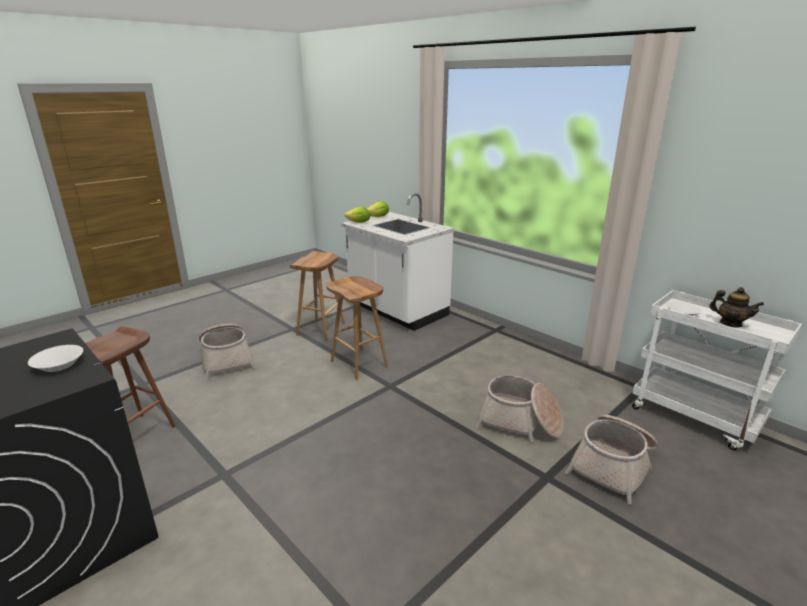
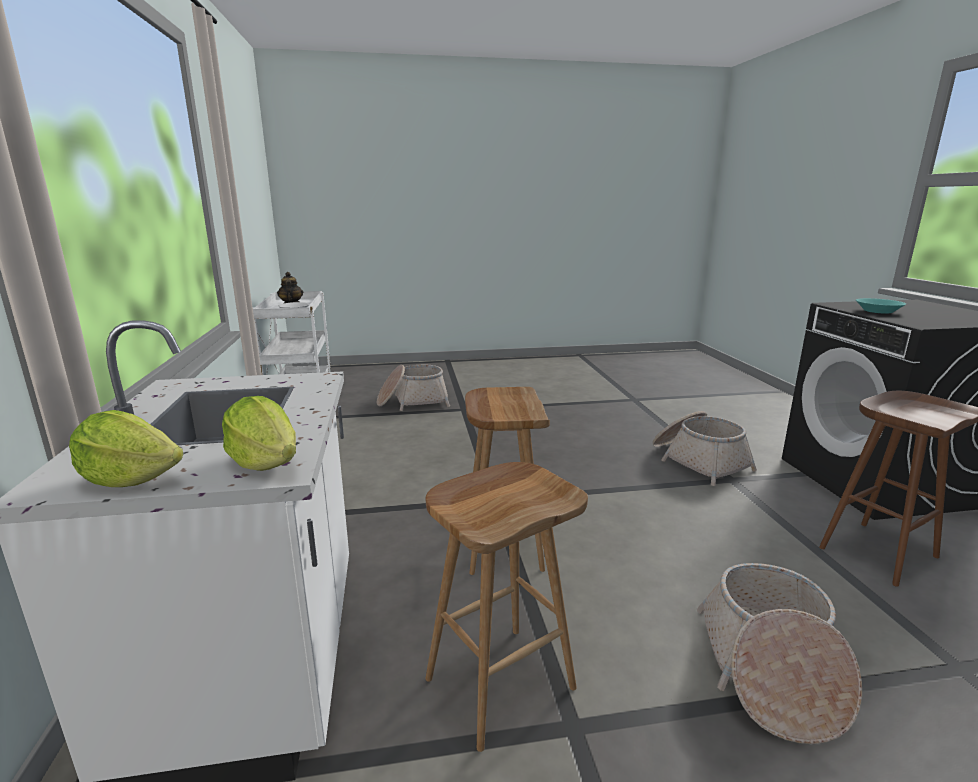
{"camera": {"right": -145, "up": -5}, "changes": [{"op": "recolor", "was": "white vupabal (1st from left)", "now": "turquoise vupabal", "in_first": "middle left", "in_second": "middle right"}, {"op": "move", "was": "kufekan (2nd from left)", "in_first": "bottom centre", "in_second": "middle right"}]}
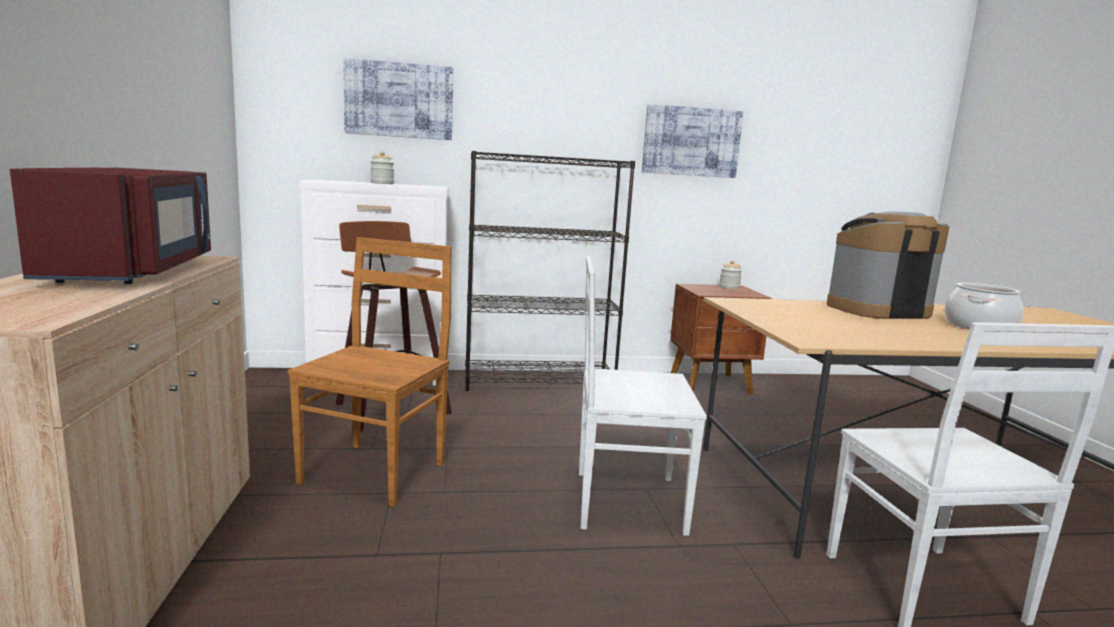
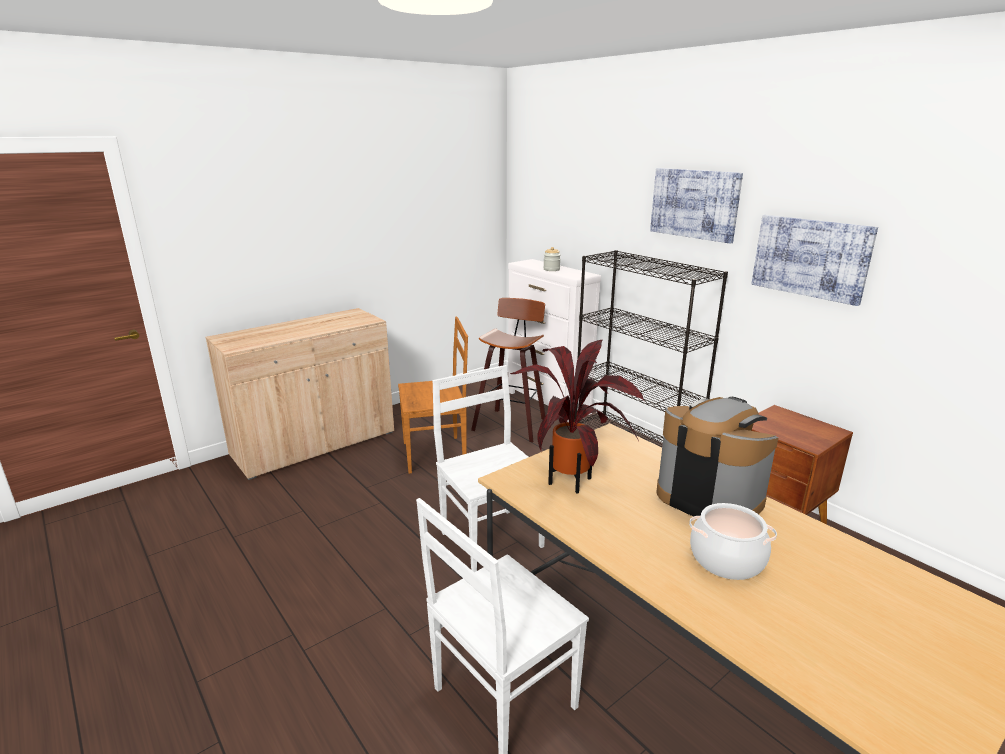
{"camera": {"right": 60, "up": 10}, "changes": [{"op": "delete", "was": "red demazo", "in_first": "middle left"}, {"op": "move", "was": "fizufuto (1st from left)", "in_first": "top centre", "in_second": "top right"}, {"op": "delete", "was": "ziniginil (2nd from left)", "in_first": "centre"}, {"op": "insert", "now": "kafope", "in_second": "centre"}]}
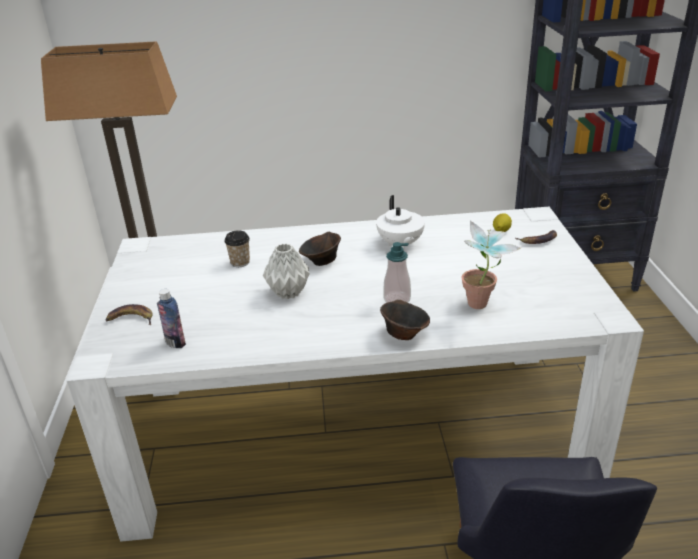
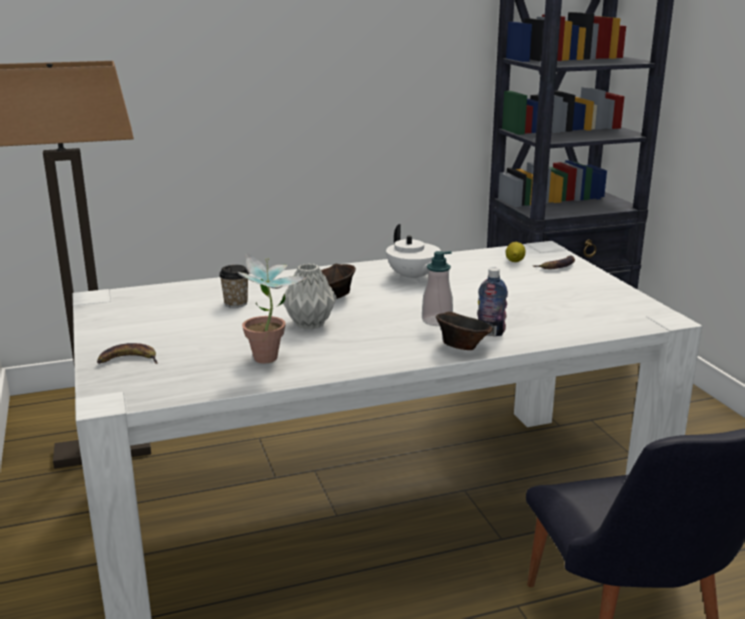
{"camera": {"right": -15, "up": -10}, "changes": [{"op": "move", "was": "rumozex", "in_first": "middle left", "in_second": "centre"}, {"op": "move", "was": "kafope", "in_first": "middle right", "in_second": "centre"}]}
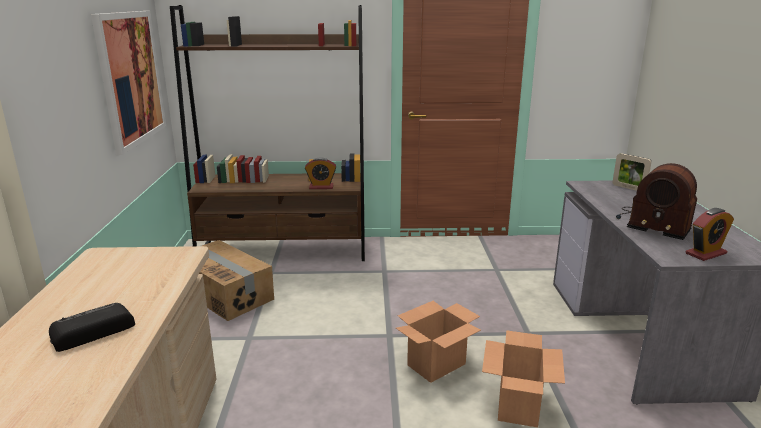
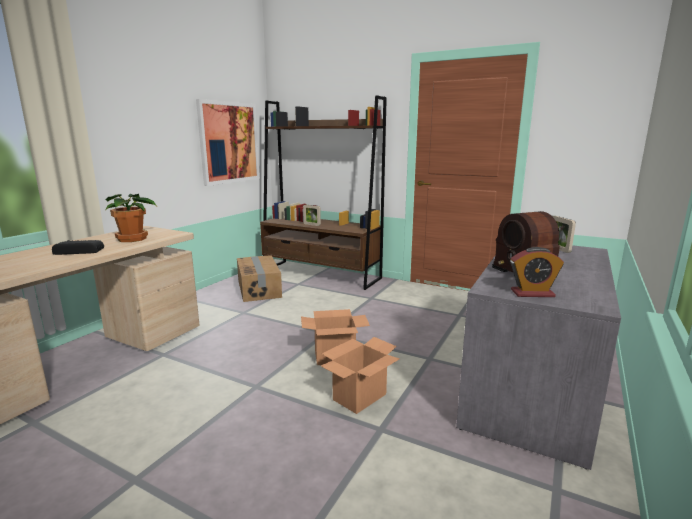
{"camera": {"right": 30, "up": -5}, "changes": [{"op": "delete", "was": "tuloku (1st from left)", "in_first": "centre"}, {"op": "insert", "now": "kafope", "in_second": "middle left"}, {"op": "insert", "now": "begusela (1st from left)", "in_second": "centre"}]}
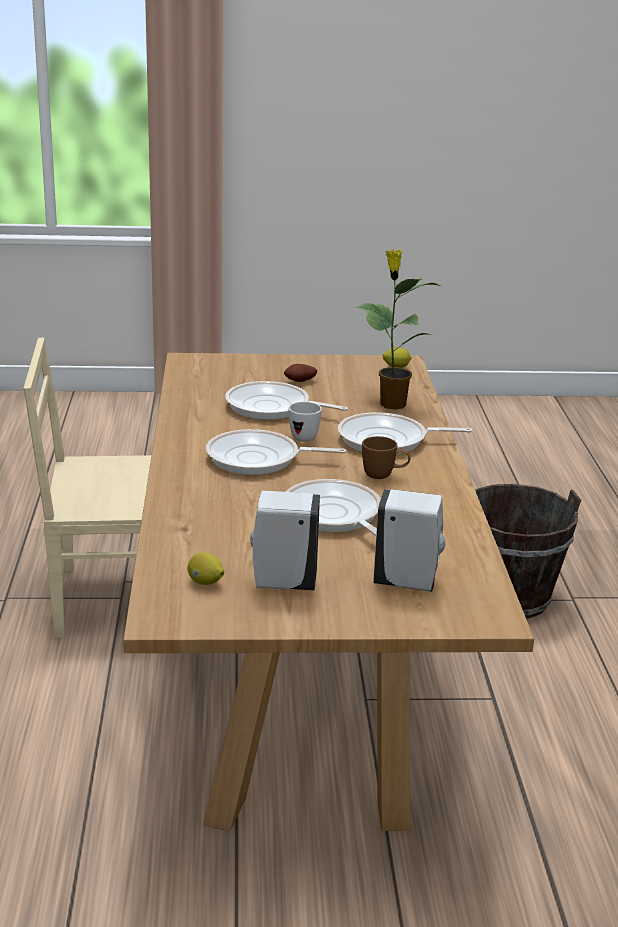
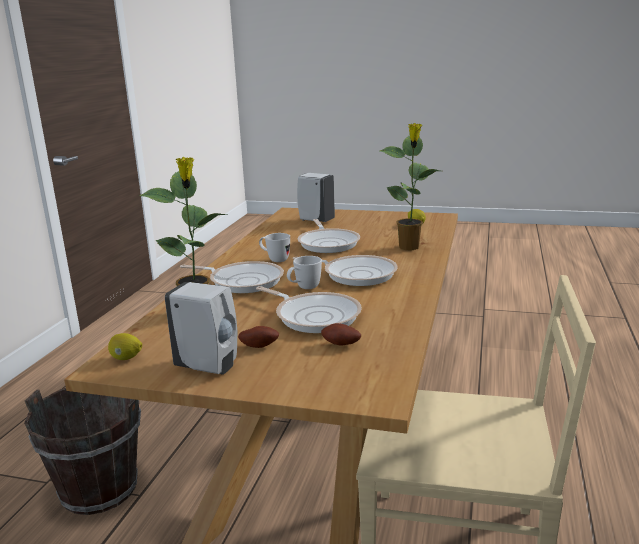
{"camera": {"right": -160, "up": -5}, "changes": [{"op": "move", "was": "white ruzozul (1st from left)", "in_first": "centre", "in_second": "middle left"}, {"op": "recolor", "was": "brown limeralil", "now": "white limeralil (1st from left)", "in_first": "centre", "in_second": "centre"}, {"op": "insert", "now": "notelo (2nd from left)", "in_second": "centre"}, {"op": "insert", "now": "kafope (2nd from left)", "in_second": "centre"}]}
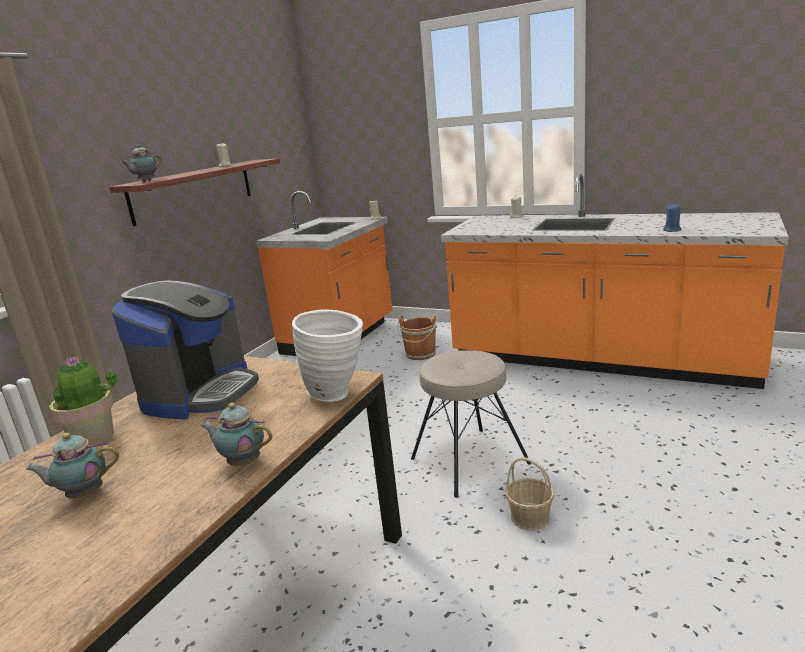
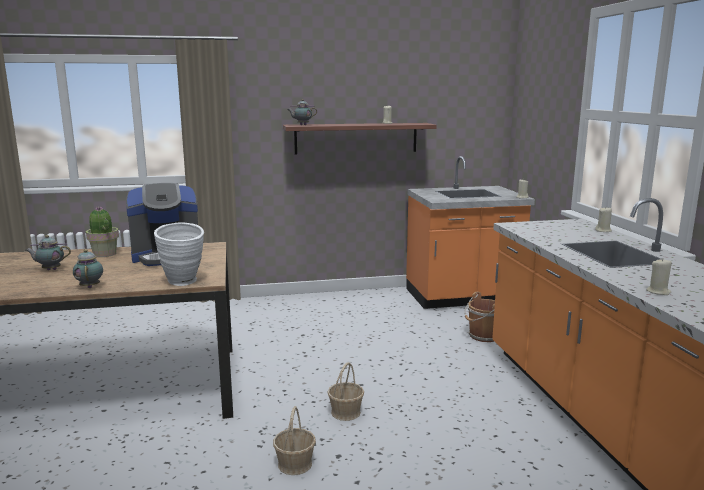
{"camera": {"right": 50, "up": -5}, "changes": [{"op": "rotate", "was": "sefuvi (1st from left)", "in_first": "bottom left", "in_second": "middle left", "clockwise": -45}, {"op": "replace", "was": "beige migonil", "now": "kufekan (2nd from left)", "in_first": "centre", "in_second": "bottom centre"}, {"op": "recolor", "was": "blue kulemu", "now": "beige kulemu (4th from left)", "in_first": "middle right", "in_second": "middle right"}]}
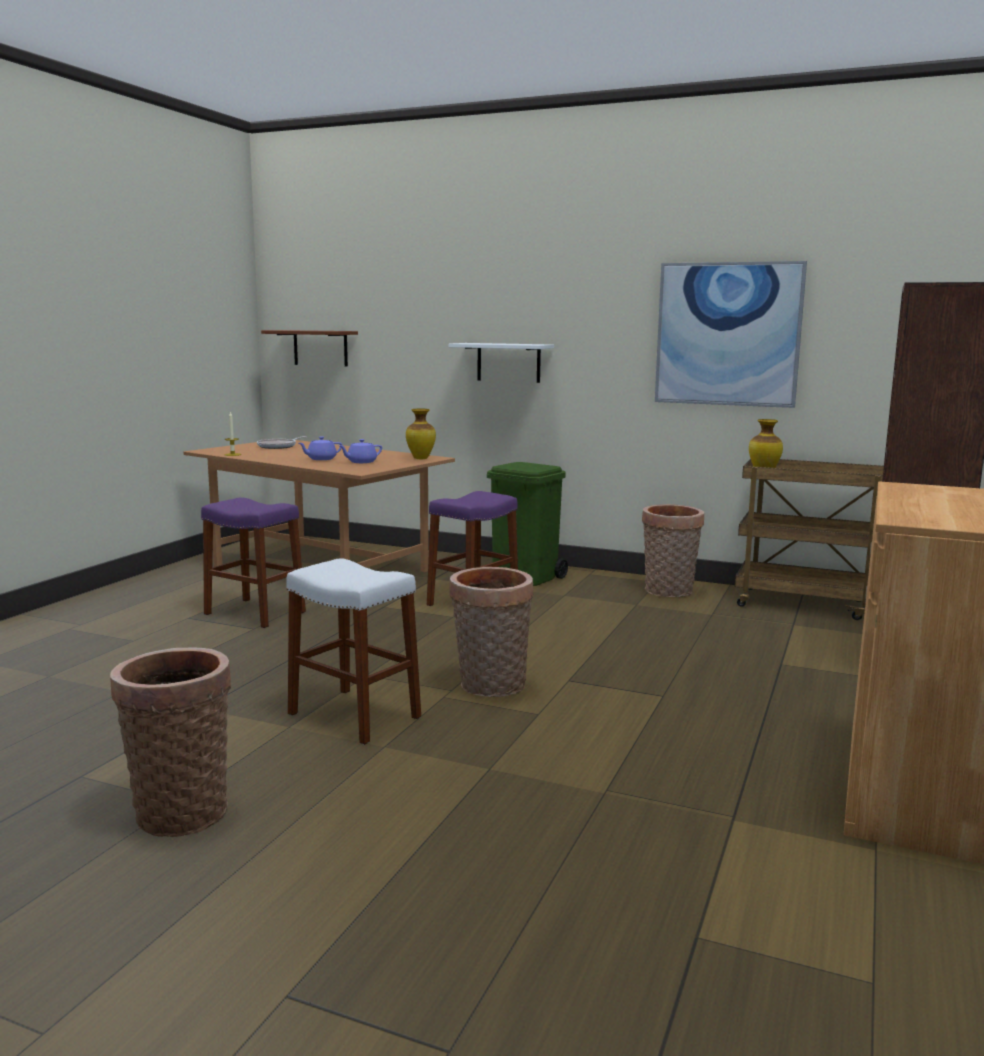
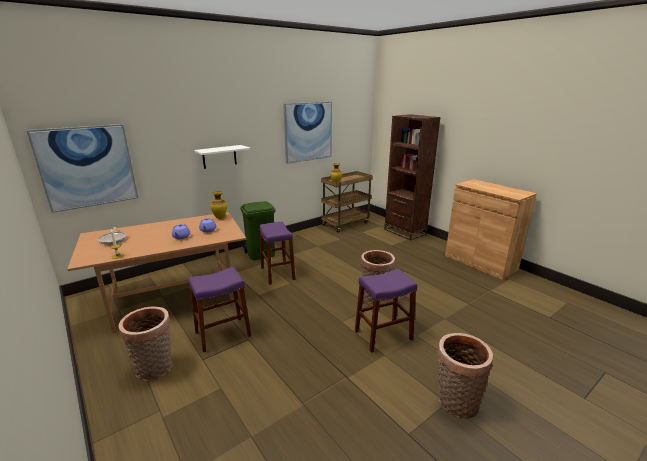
{"camera": {"right": -60, "up": 10}, "changes": [{"op": "replace", "was": "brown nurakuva", "now": "fizufuto (1st from left)", "in_first": "top left", "in_second": "middle left"}, {"op": "recolor", "was": "white migonil", "now": "purple migonil (3rd from left)", "in_first": "centre", "in_second": "bottom centre"}, {"op": "move", "was": "kufekan (3rd from left in the first image)", "now": "kufekan (1st from left)", "in_first": "middle right", "in_second": "bottom left"}]}
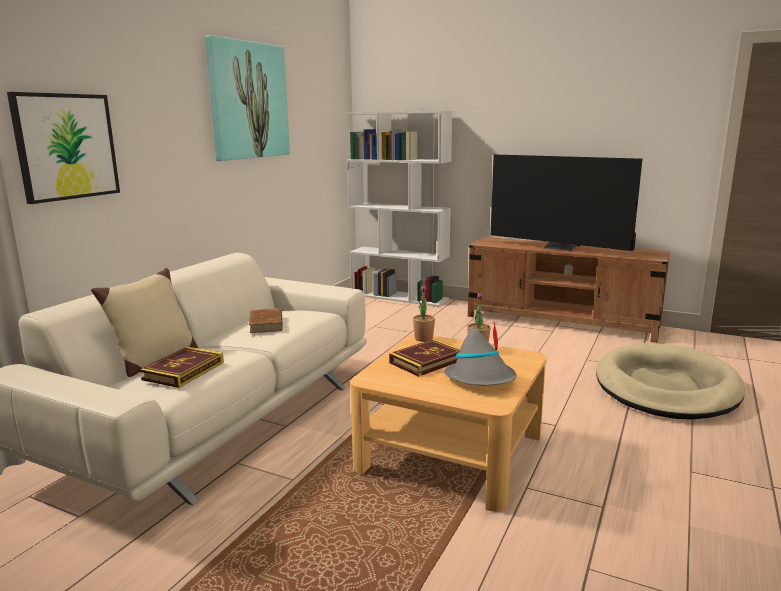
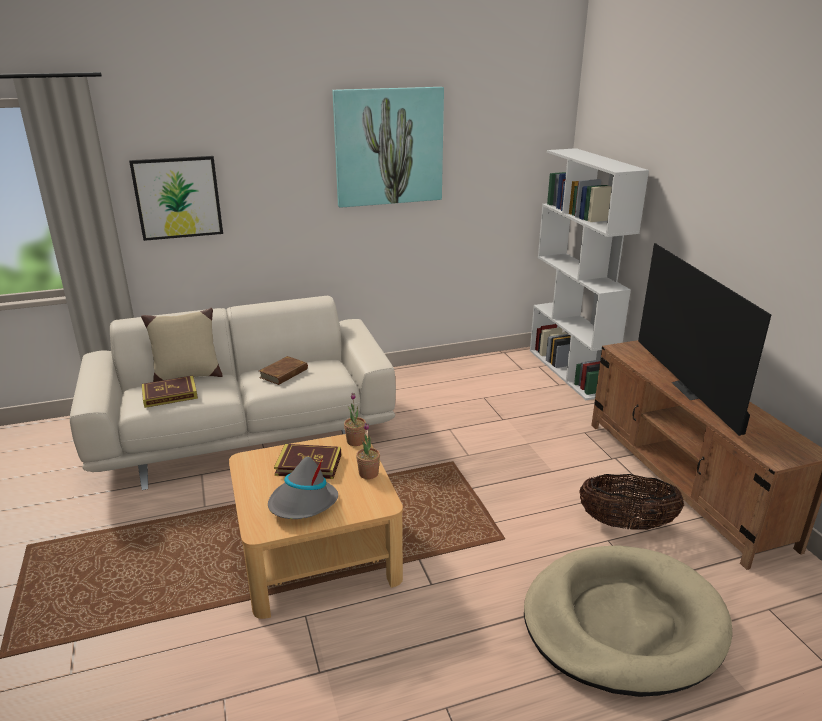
{"camera": {"right": 45, "up": 10}, "changes": [{"op": "insert", "now": "kufekan", "in_second": "bottom right"}]}
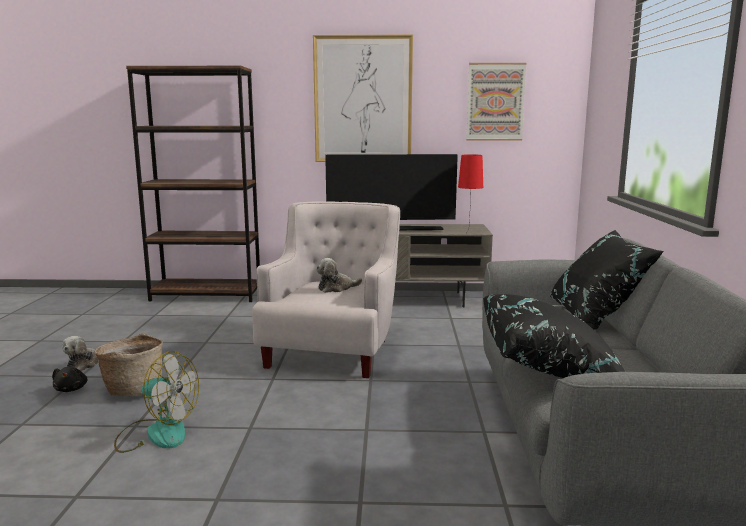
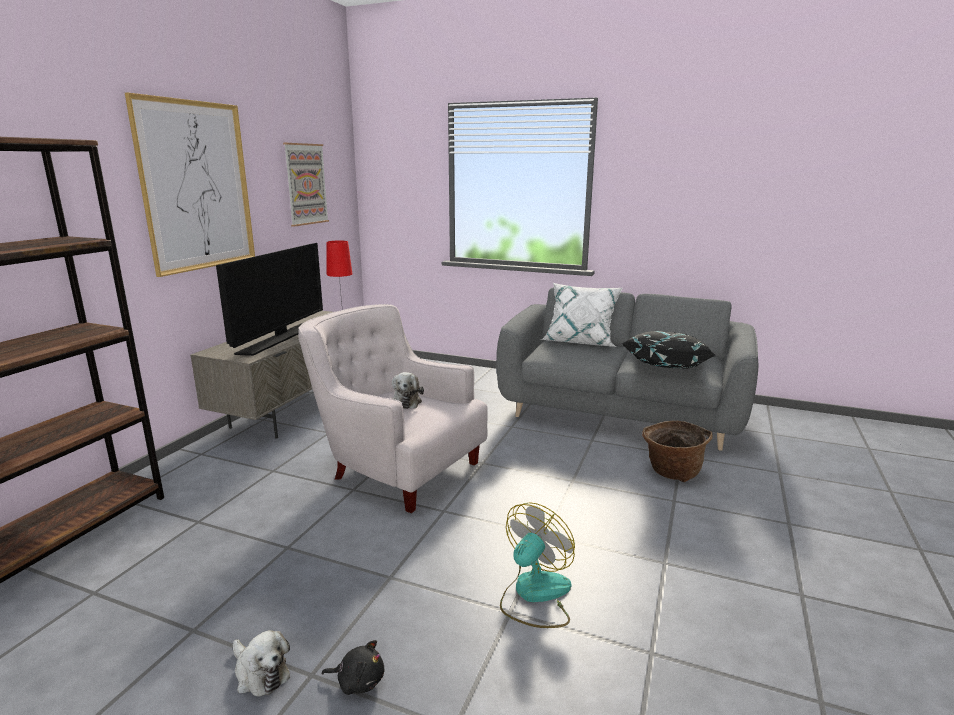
{"camera": {"right": -70, "up": 5}, "changes": [{"op": "move", "was": "kufekan", "in_first": "bottom left", "in_second": "middle right"}, {"op": "recolor", "was": "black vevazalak (2nd from left)", "now": "white vevazalak", "in_first": "middle right", "in_second": "centre"}]}
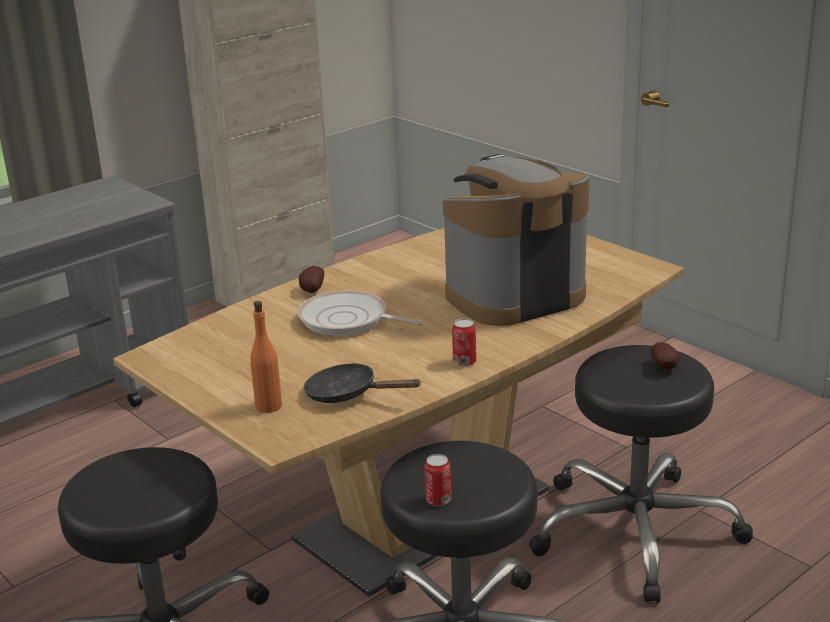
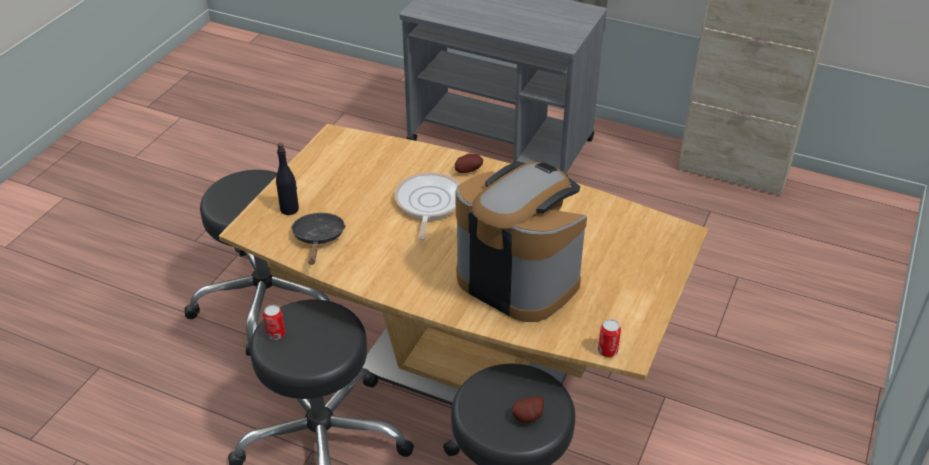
{"camera": {"right": 65, "up": 15}, "changes": [{"op": "recolor", "was": "orange rumozex", "now": "black rumozex", "in_first": "middle left", "in_second": "middle left"}, {"op": "move", "was": "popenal (2nd from left)", "in_first": "centre", "in_second": "bottom centre"}]}
